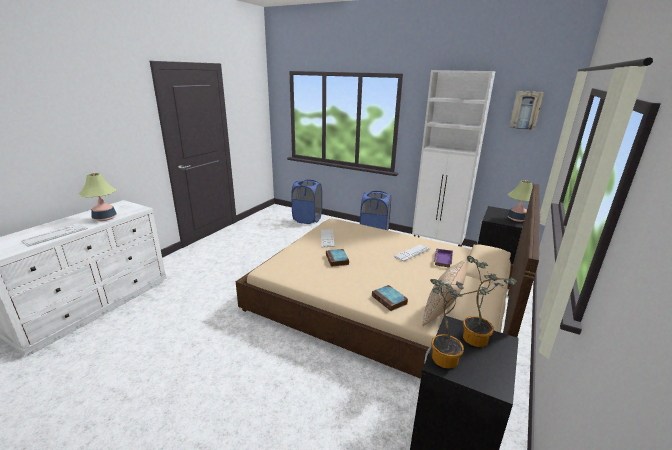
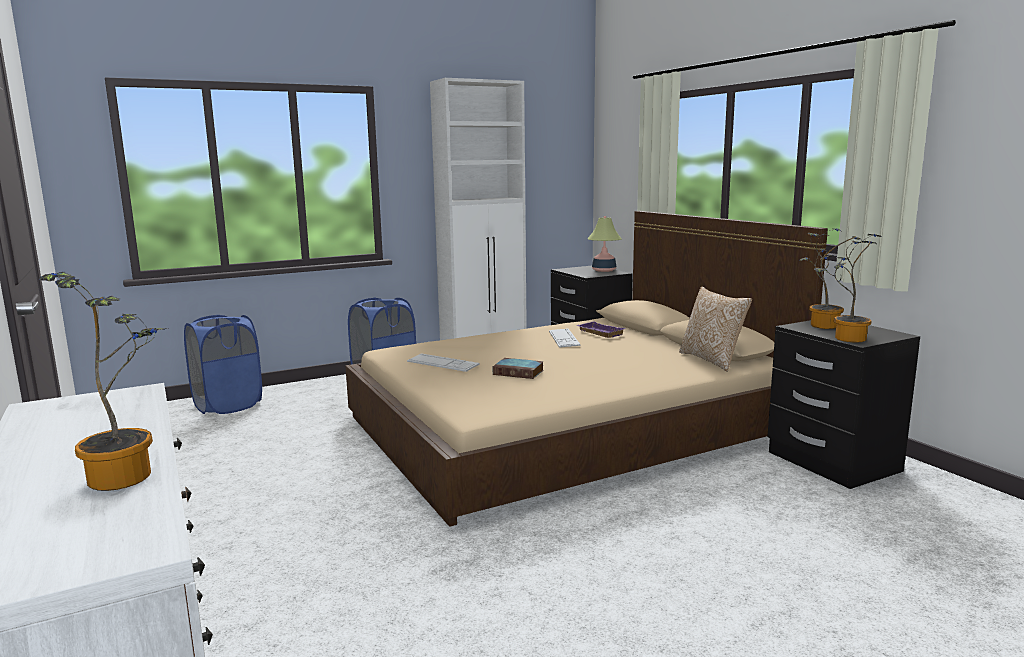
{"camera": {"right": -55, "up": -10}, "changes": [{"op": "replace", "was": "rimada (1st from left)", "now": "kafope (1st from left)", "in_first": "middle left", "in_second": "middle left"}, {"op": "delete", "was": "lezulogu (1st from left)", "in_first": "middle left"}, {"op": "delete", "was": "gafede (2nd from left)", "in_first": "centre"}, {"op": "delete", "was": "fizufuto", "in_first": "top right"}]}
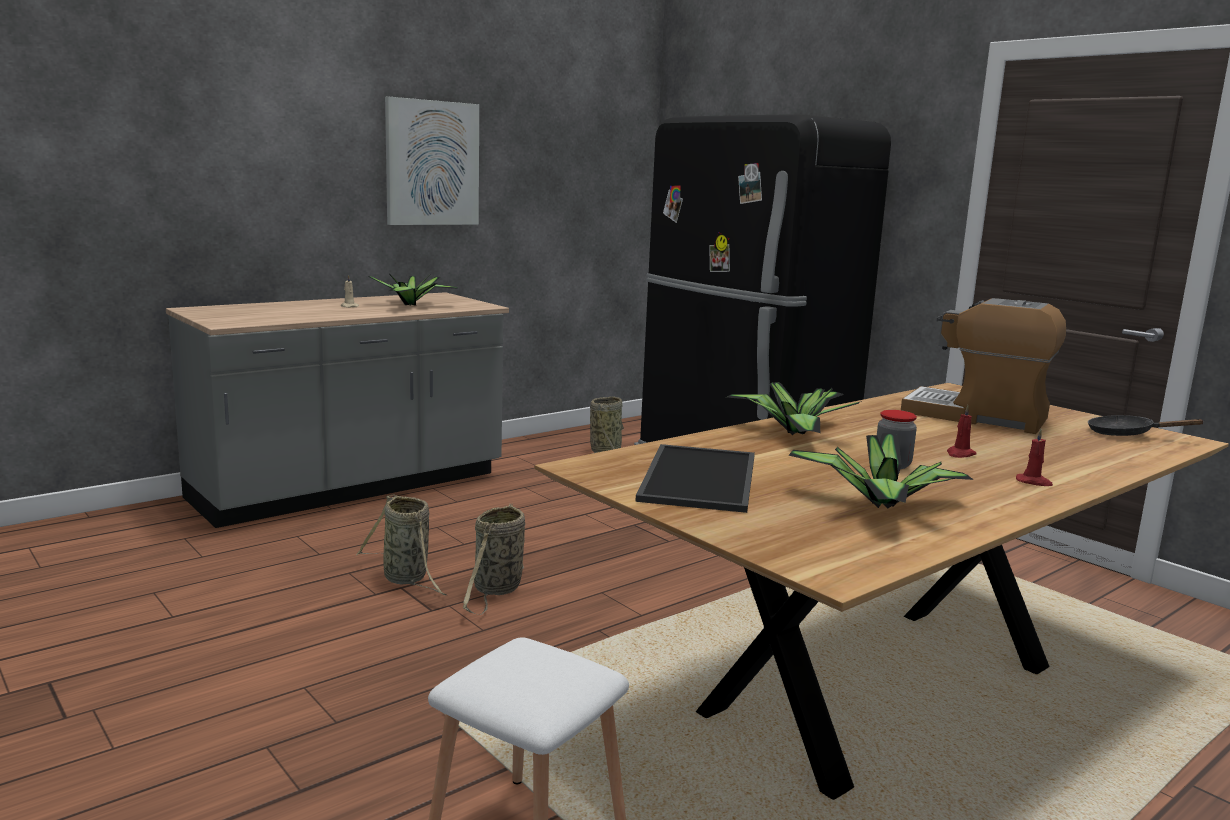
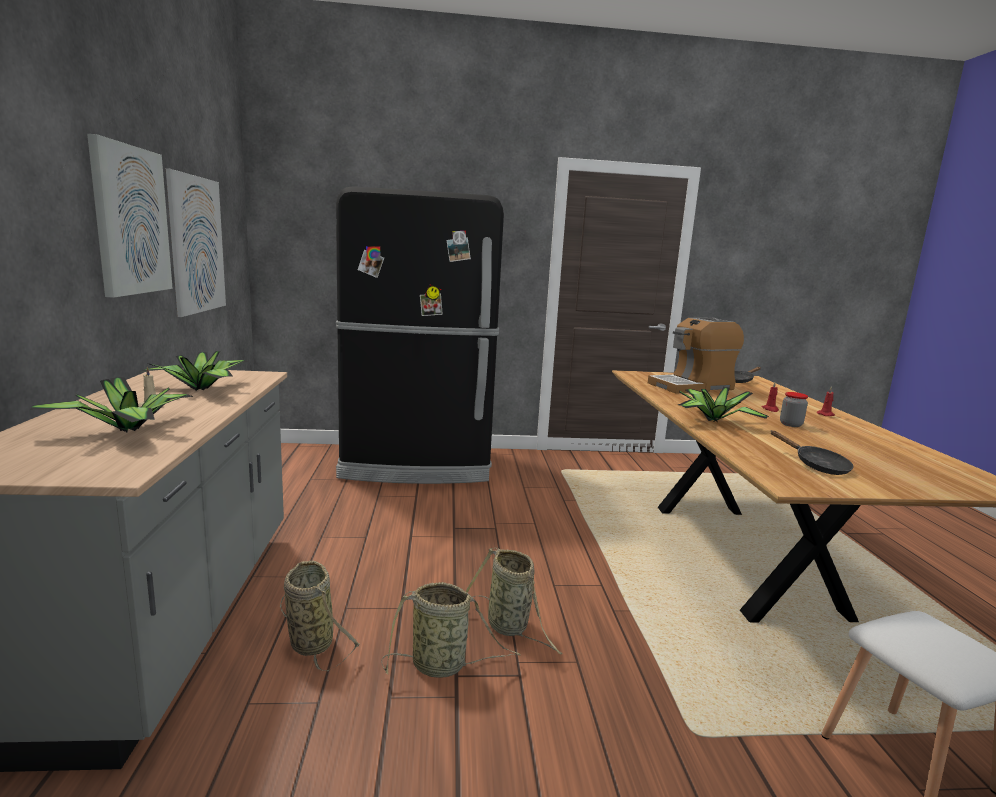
{"camera": {"right": -55, "up": 0}, "changes": [{"op": "move", "was": "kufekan (3rd from left in the first image)", "now": "kufekan (1st from left)", "in_first": "centre", "in_second": "bottom left"}, {"op": "replace", "was": "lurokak", "now": "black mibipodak (2nd from left)", "in_first": "centre", "in_second": "middle right"}, {"op": "move", "was": "kafope (3rd from left in the first image)", "now": "kafope (1st from left)", "in_first": "middle right", "in_second": "middle left"}, {"op": "insert", "now": "fizufuto (2nd from left)", "in_second": "top left"}]}
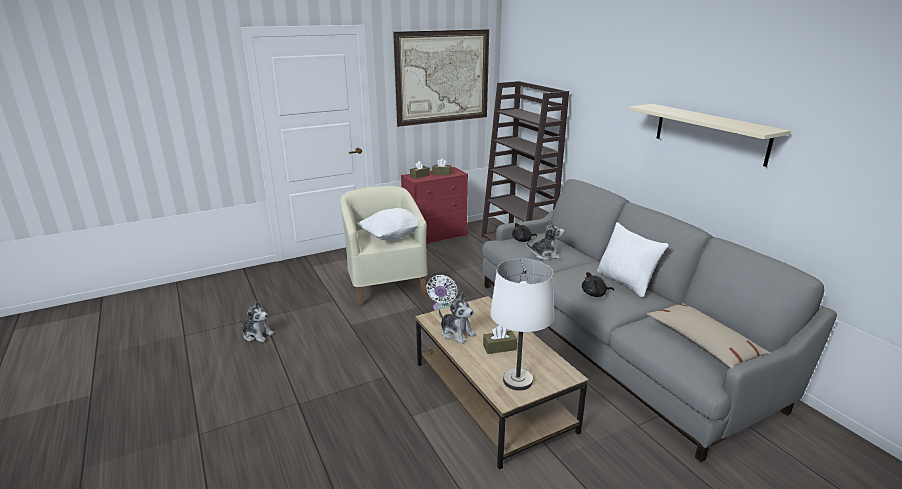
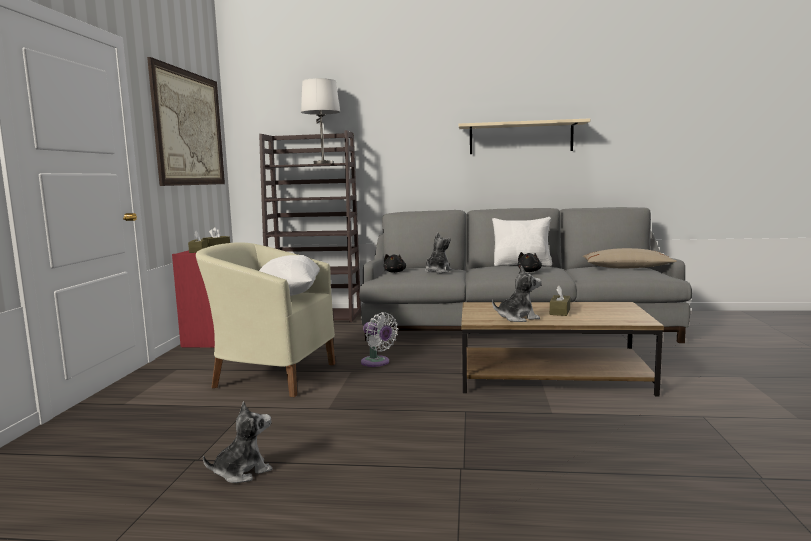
{"camera": {"right": -55, "up": -15}, "changes": [{"op": "move", "was": "white lezulogu", "in_first": "centre", "in_second": "top centre"}]}
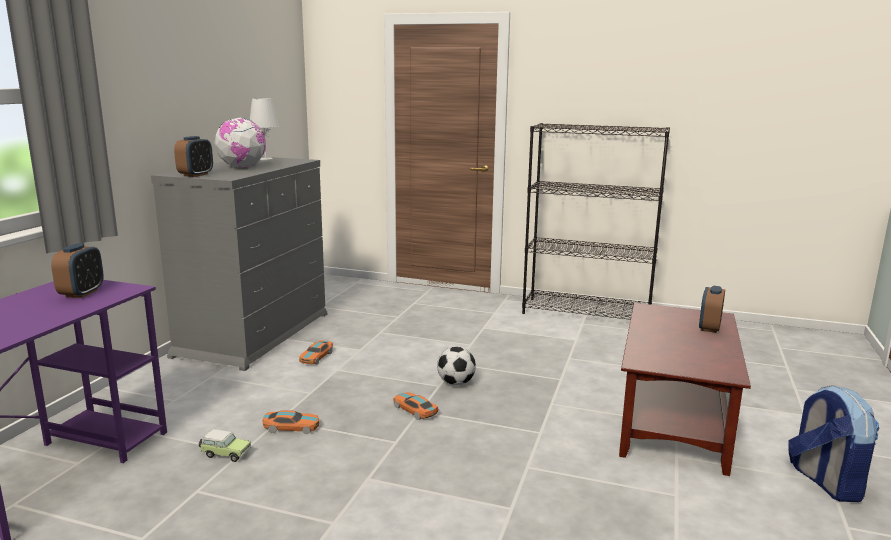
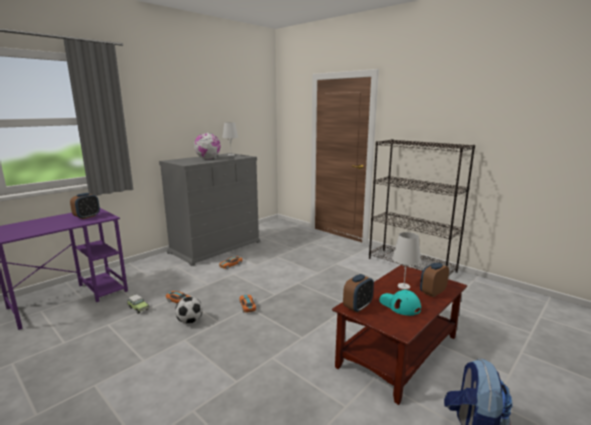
{"camera": {"right": 25, "up": 0}, "changes": [{"op": "move", "was": "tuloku (2nd from left)", "in_first": "top left", "in_second": "bottom centre"}, {"op": "move", "was": "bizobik", "in_first": "bottom centre", "in_second": "bottom left"}, {"op": "insert", "now": "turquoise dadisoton", "in_second": "bottom right"}, {"op": "insert", "now": "white lezulogu (2nd from left)", "in_second": "middle right"}]}
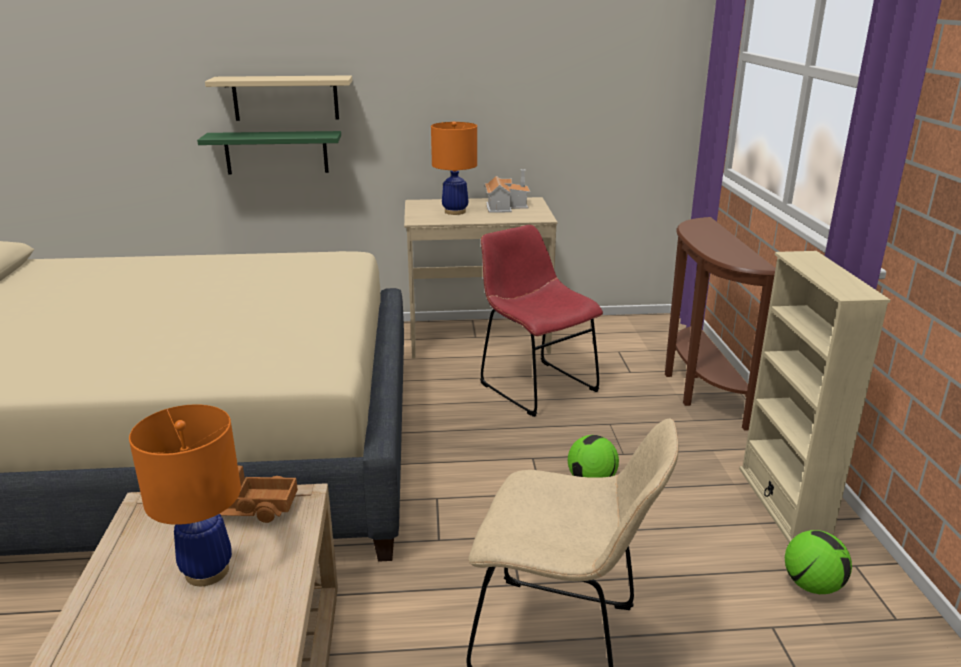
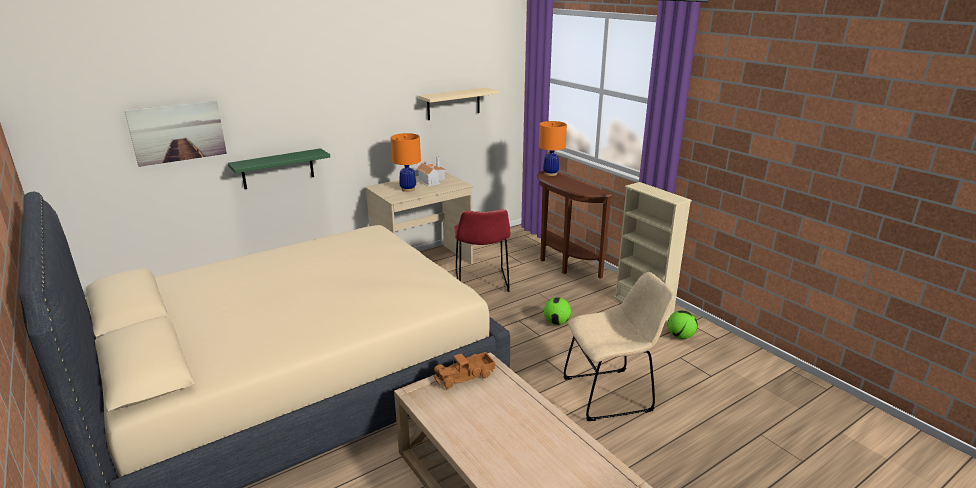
{"camera": {"right": -30, "up": 0}, "changes": [{"op": "move", "was": "orange lezulogu (1st from left in the first image)", "now": "orange lezulogu (2nd from left)", "in_first": "bottom left", "in_second": "top centre"}, {"op": "move", "was": "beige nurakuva", "in_first": "top left", "in_second": "top centre"}, {"op": "rotate", "was": "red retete", "in_first": "centre", "in_second": "centre", "clockwise": -120}, {"op": "insert", "now": "fizufuto", "in_second": "top left"}]}
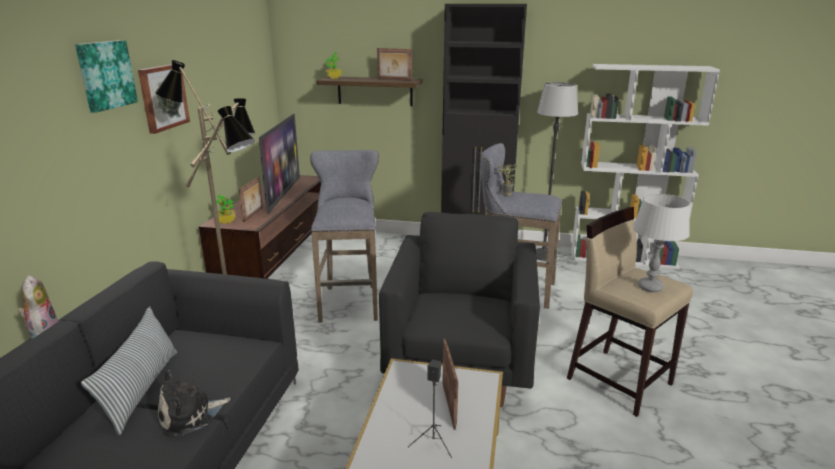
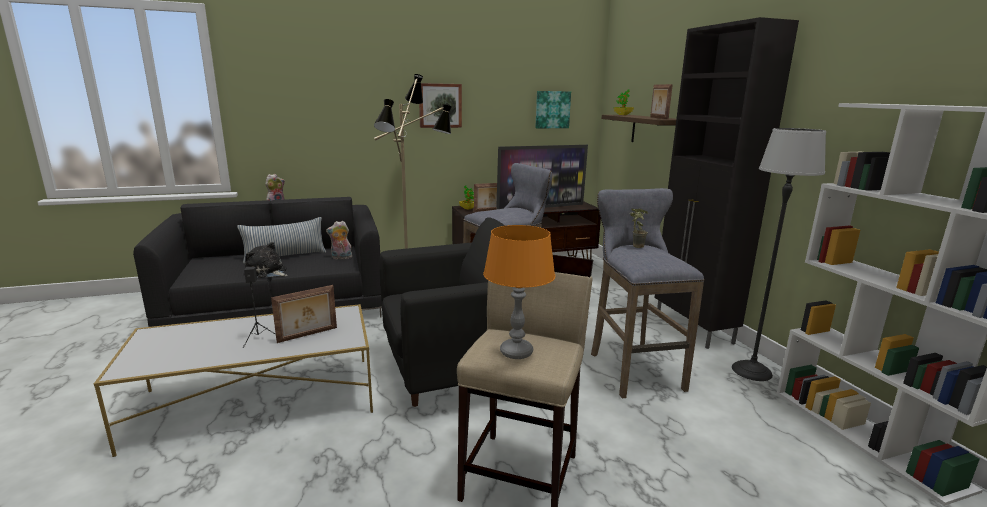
{"camera": {"right": 60, "up": -5}, "changes": [{"op": "move", "was": "fizufuto (1st from left in the first image)", "now": "fizufuto (2nd from left)", "in_first": "top left", "in_second": "top centre"}, {"op": "recolor", "was": "grey lezulogu", "now": "orange lezulogu", "in_first": "middle right", "in_second": "centre"}, {"op": "insert", "now": "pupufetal (3rd from left)", "in_second": "centre"}]}
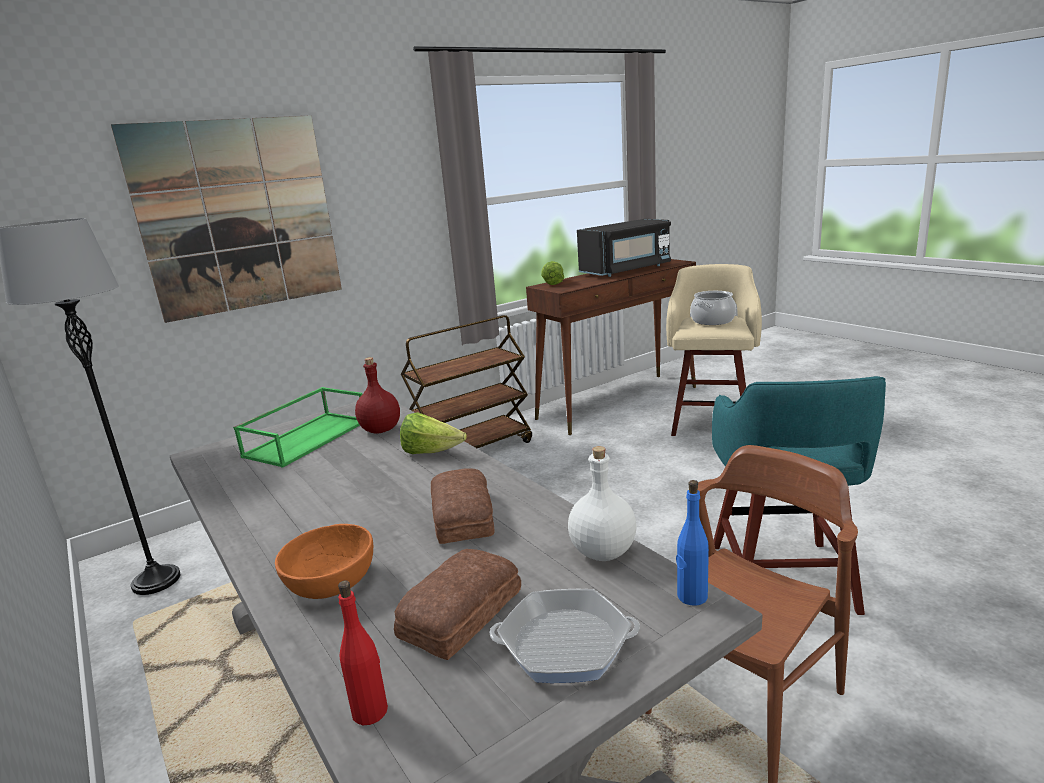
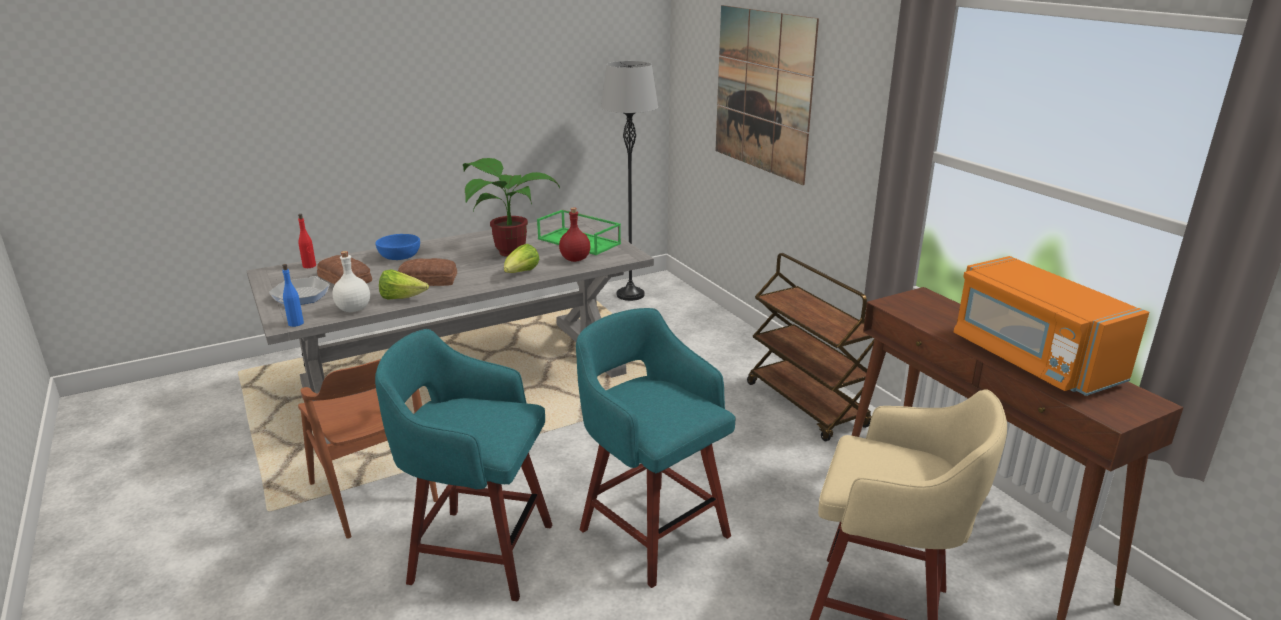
{"camera": {"right": 95, "up": 5}, "changes": [{"op": "recolor", "was": "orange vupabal", "now": "blue vupabal", "in_first": "bottom left", "in_second": "middle left"}, {"op": "move", "was": "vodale (2nd from left in the first image)", "now": "vodale (1st from left)", "in_first": "centre", "in_second": "middle left"}, {"op": "recolor", "was": "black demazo", "now": "orange demazo", "in_first": "top centre", "in_second": "middle right"}, {"op": "delete", "was": "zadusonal", "in_first": "middle right"}, {"op": "insert", "now": "kafope", "in_second": "centre"}, {"op": "insert", "now": "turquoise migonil (2nd from left)", "in_second": "bottom centre"}]}
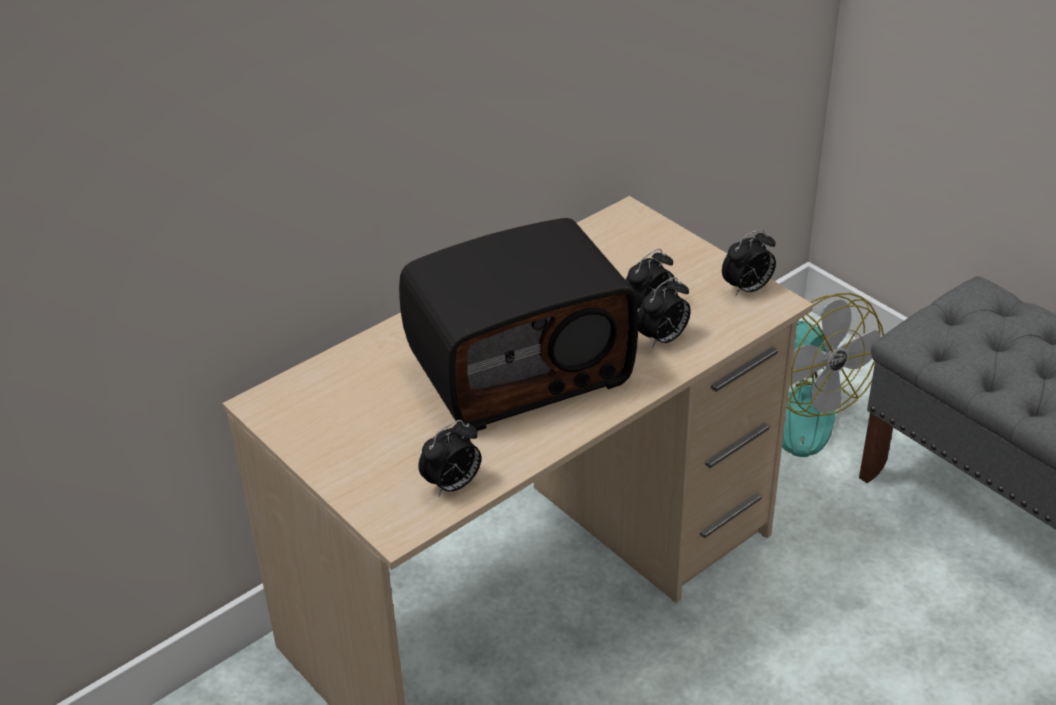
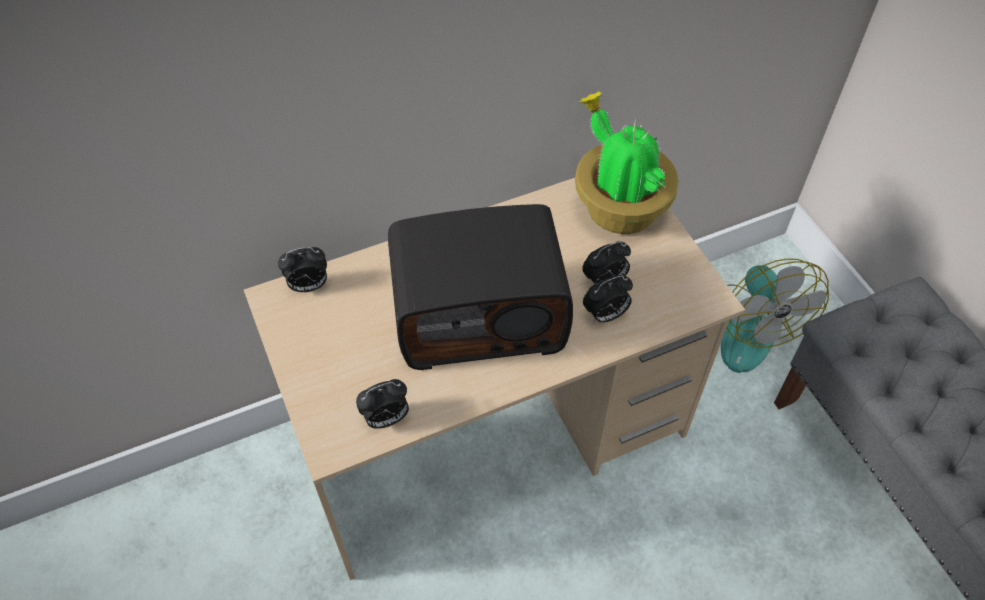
{"camera": {"right": 15, "up": 15}, "changes": [{"op": "move", "was": "tuloku (4th from left in the first image)", "now": "tuloku (1st from left)", "in_first": "middle right", "in_second": "middle left"}, {"op": "insert", "now": "kafope", "in_second": "top centre"}]}
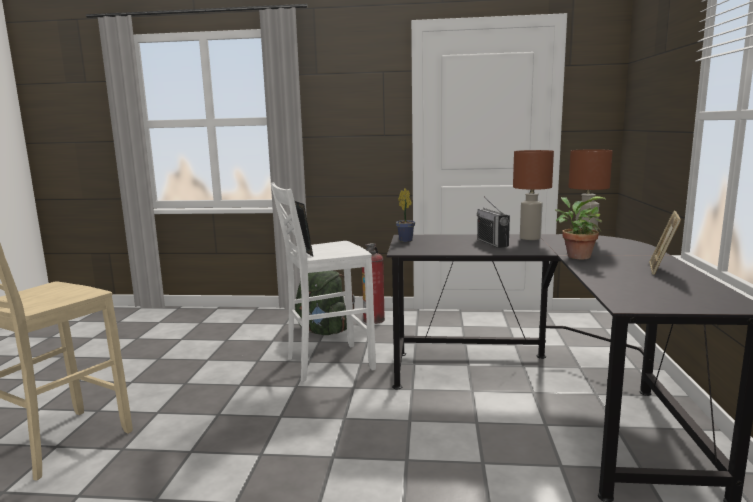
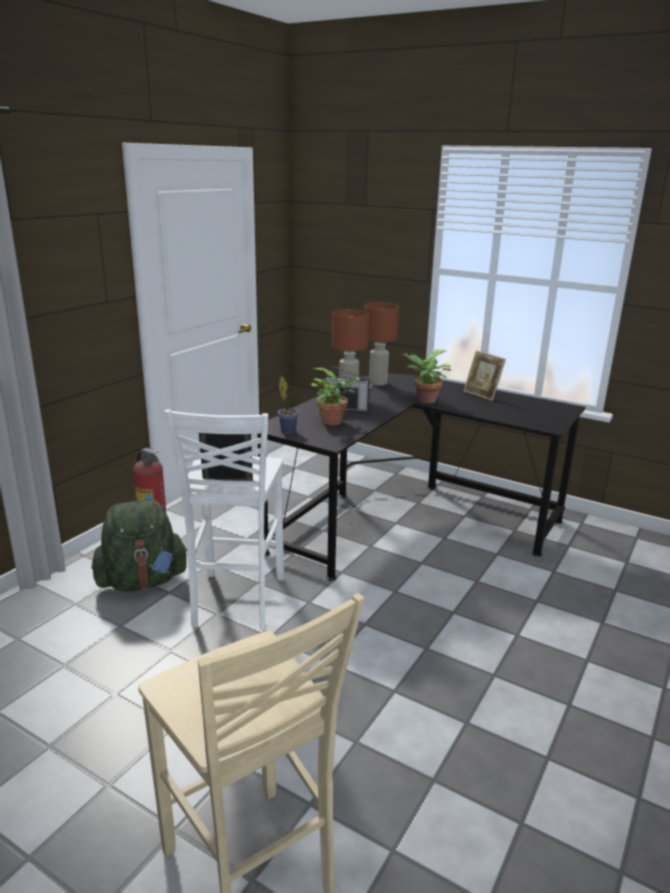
{"camera": {"right": -65, "up": 10}, "changes": [{"op": "insert", "now": "kafope (2nd from left)", "in_second": "centre"}]}
